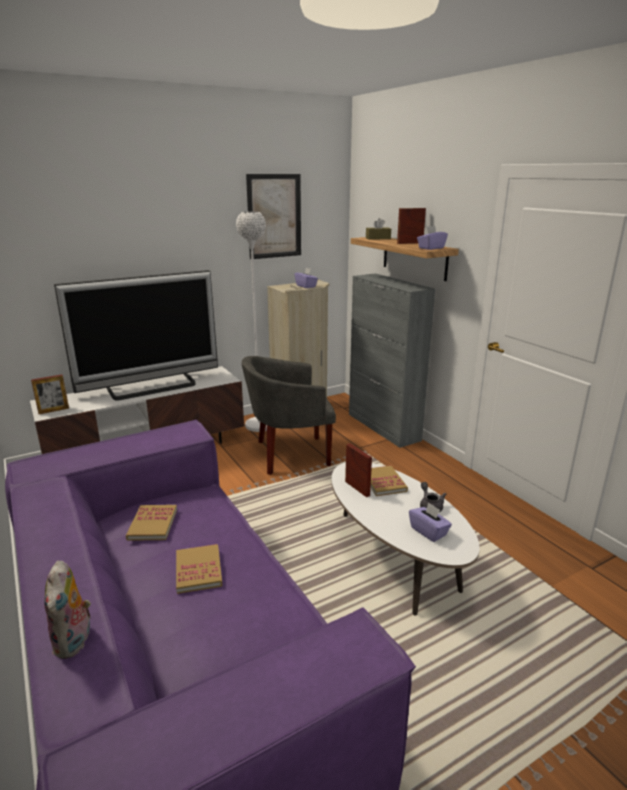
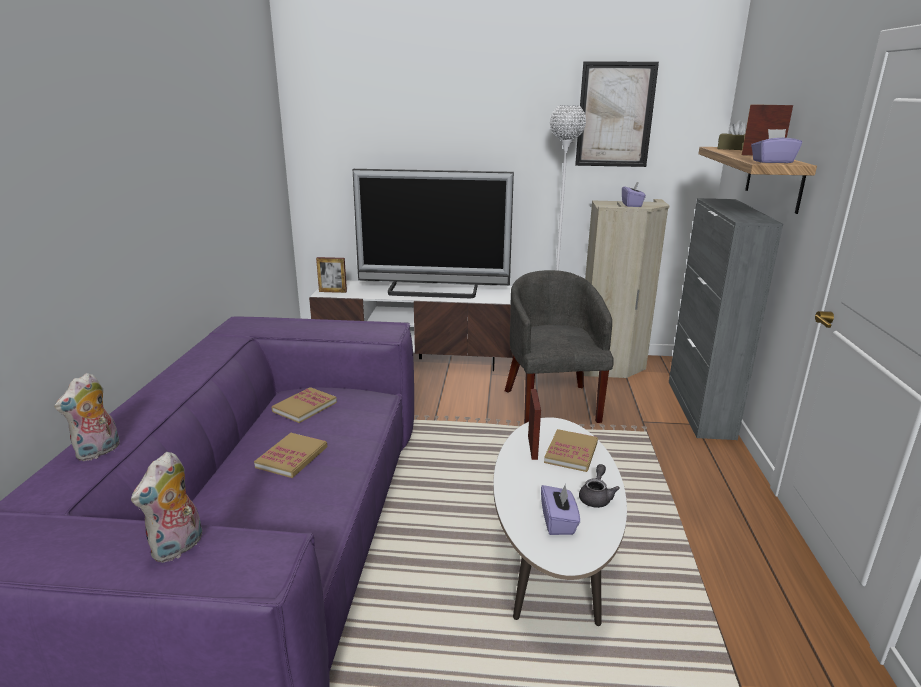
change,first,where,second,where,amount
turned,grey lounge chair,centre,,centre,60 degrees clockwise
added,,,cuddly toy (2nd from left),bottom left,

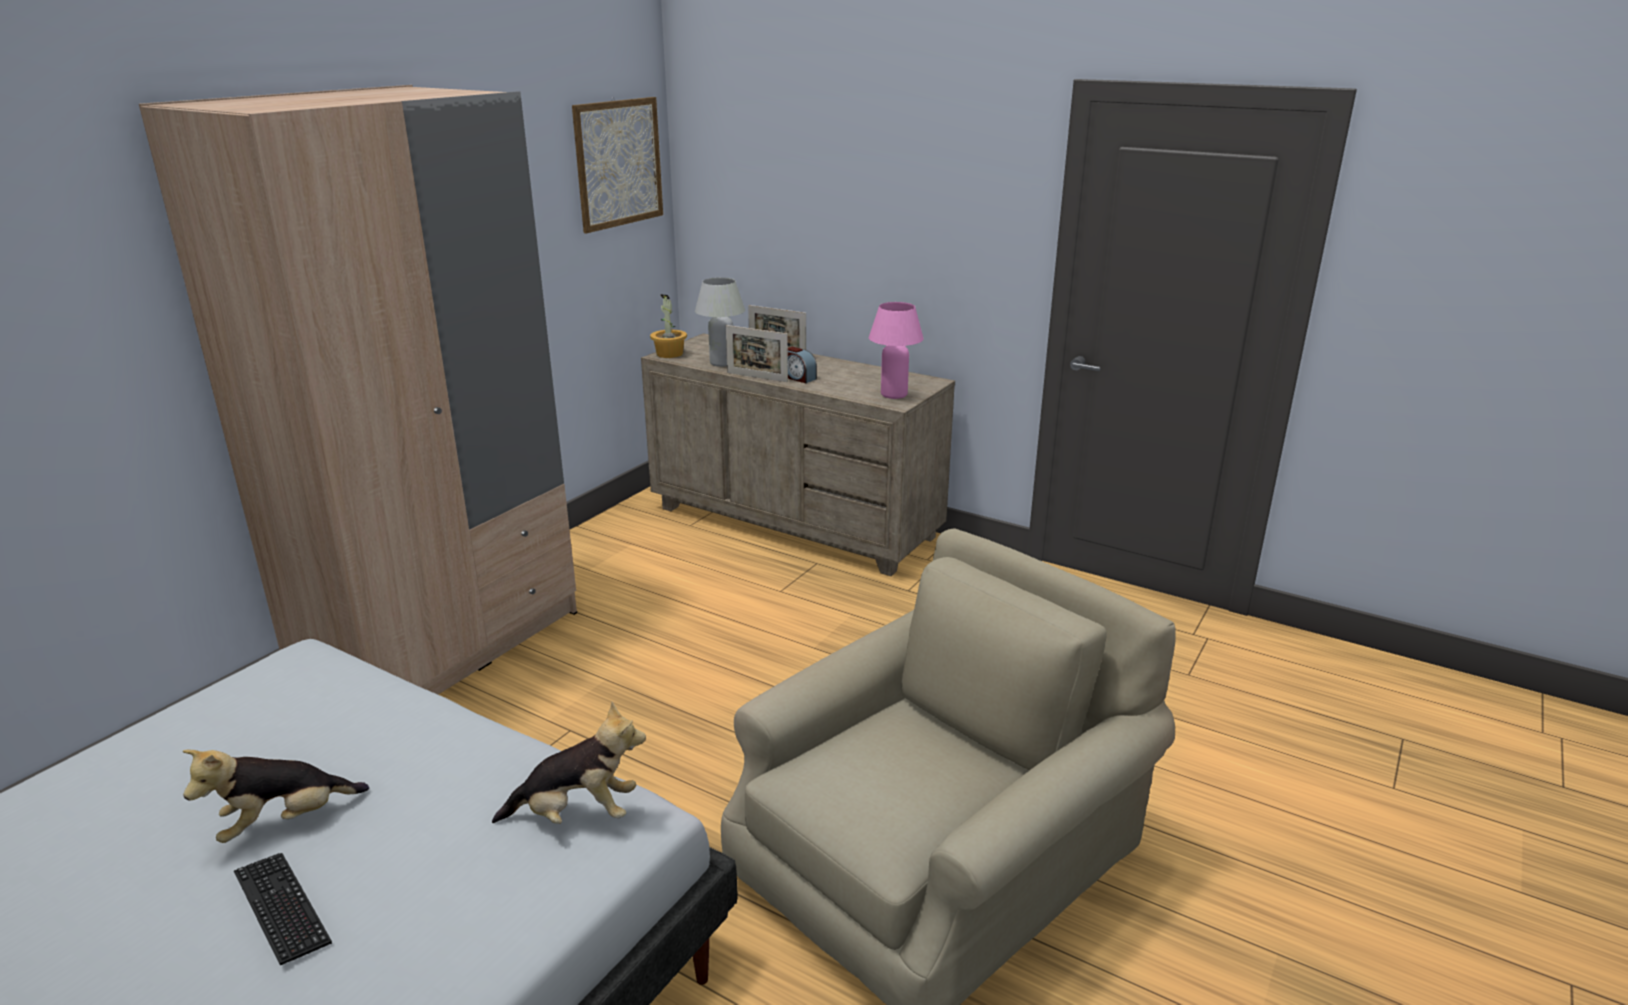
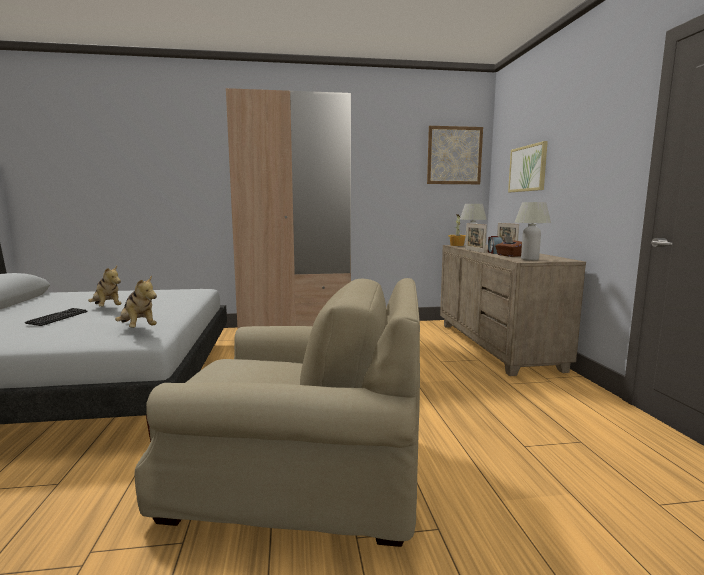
change,first,where,second,where,amount
recoloured,pinkish tabletop lamp,centre,white-coloured tabletop lamp (2nd from left),middle right,
turned,cuddly toy (1st from left),bottom left,,middle left,150 degrees counterclockwise
added,,,picture (2nd from left),top right,
added,,,brown tissue box,middle right,

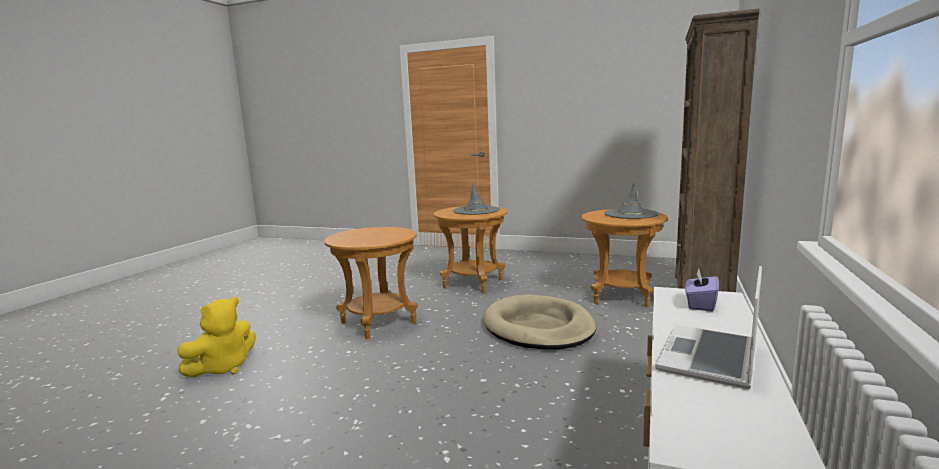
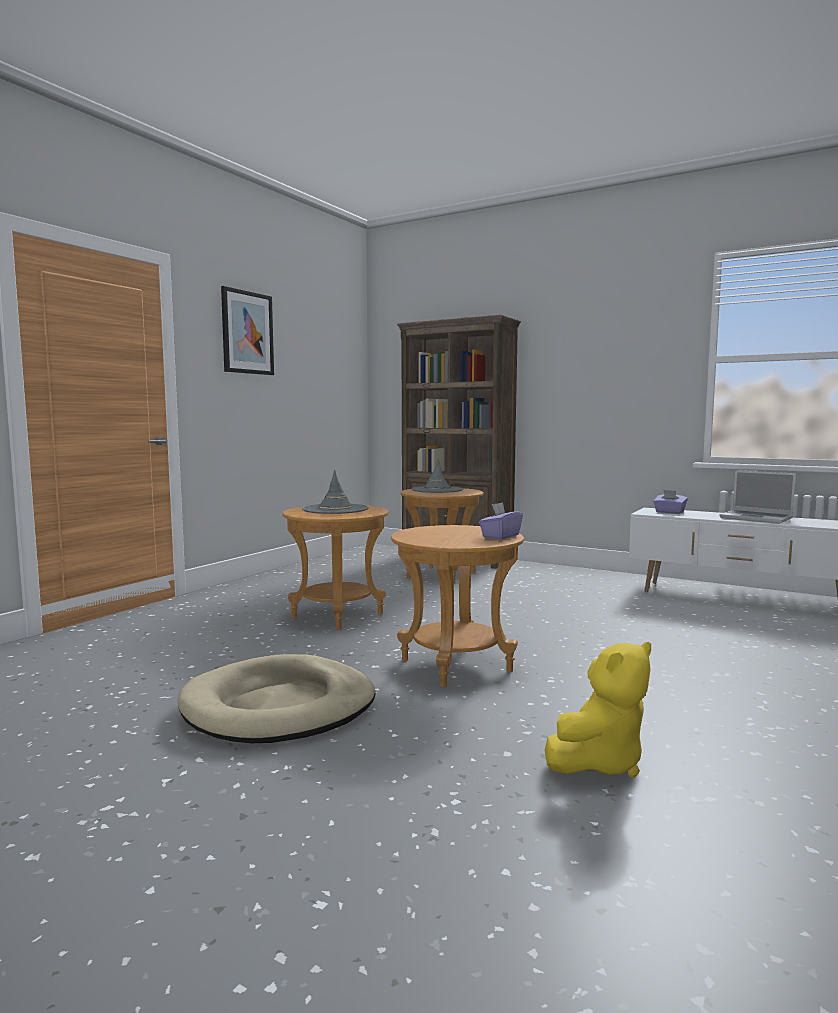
change,first,where,second,where,amount
moved,sand-coloured pet bed,bottom centre,,bottom left,
turned,yellow-coloured cuddly toy,bottom left,,bottom right,90 degrees clockwise
added,,,picture,top left,
added,,,purple tissue box (1st from left),centre,

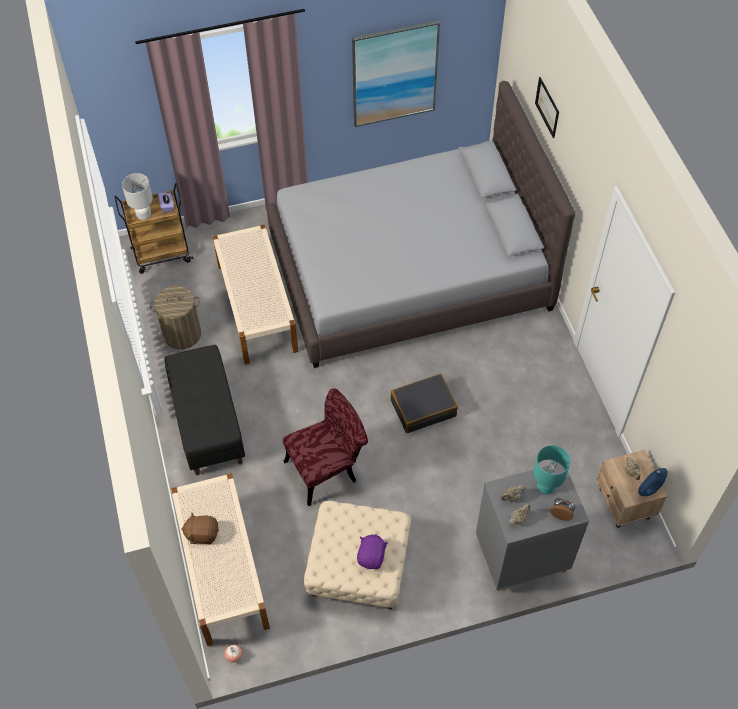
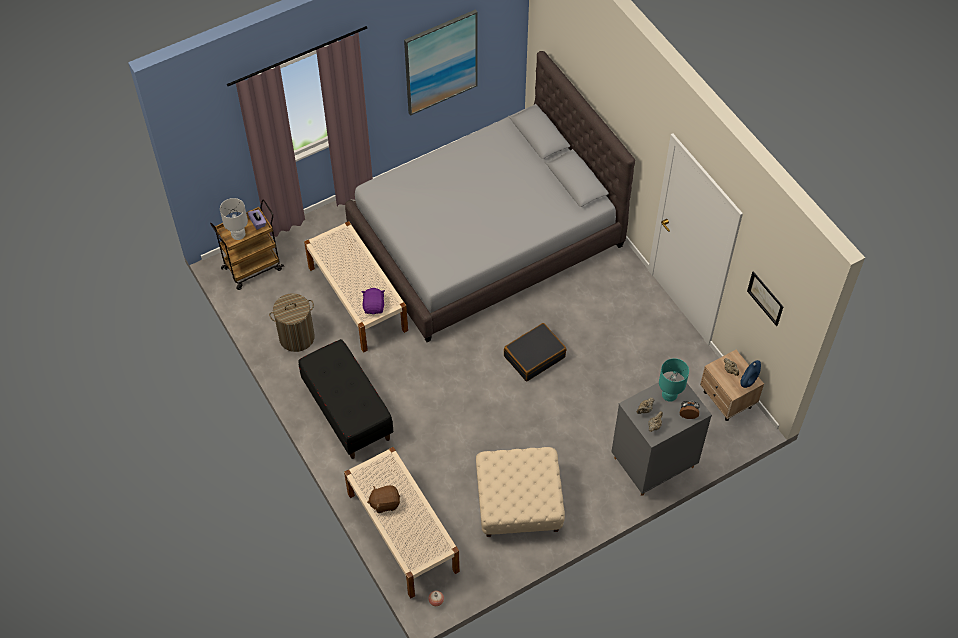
change,first,where,second,where,amount
moved,picture (2nd from left),top right,,middle right,
removed,red-coloured plain chair,centre,,,
moved,purple cuddly toy,bottom centre,,centre,

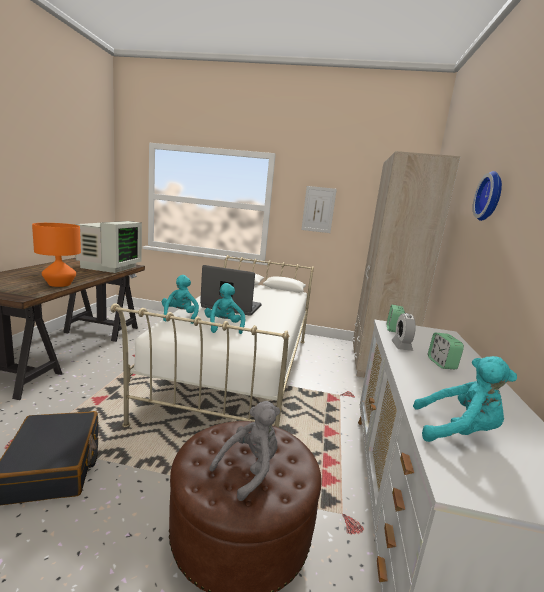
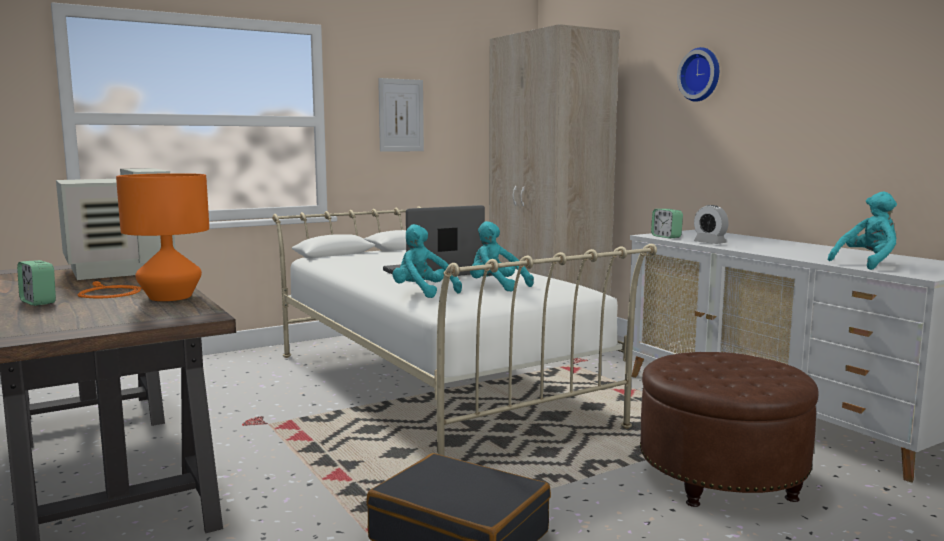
change,first,where,second,where,amount
moved,bedside clock (3rd from left in the first image),middle right,bedside clock (1st from left),middle left,
removed,grey cuddly toy,bottom centre,,,

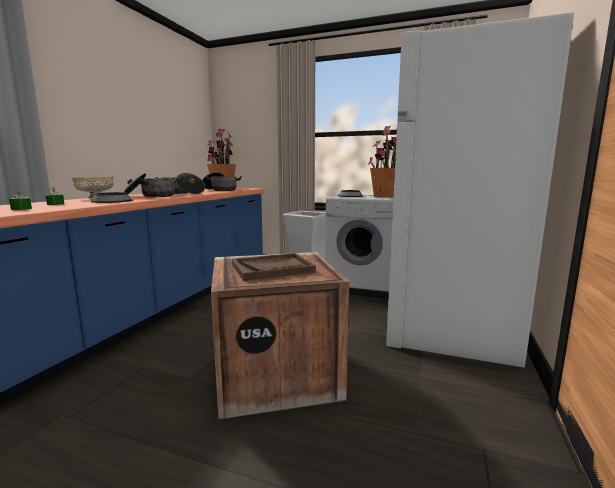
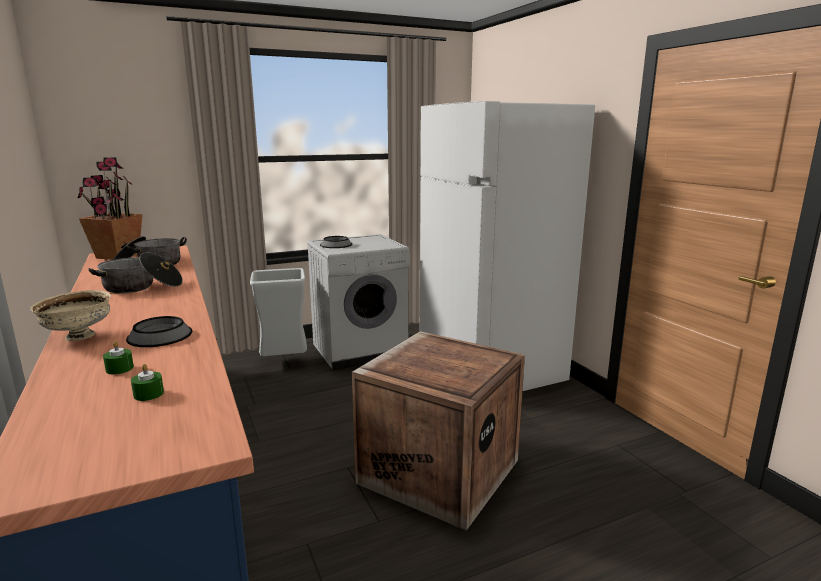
change,first,where,second,where,amount
removed,houseplant (2nd from left),top centre,,,
removed,stockpot (1st from left),middle left,,,
removed,brown carrying tray,centre,,,

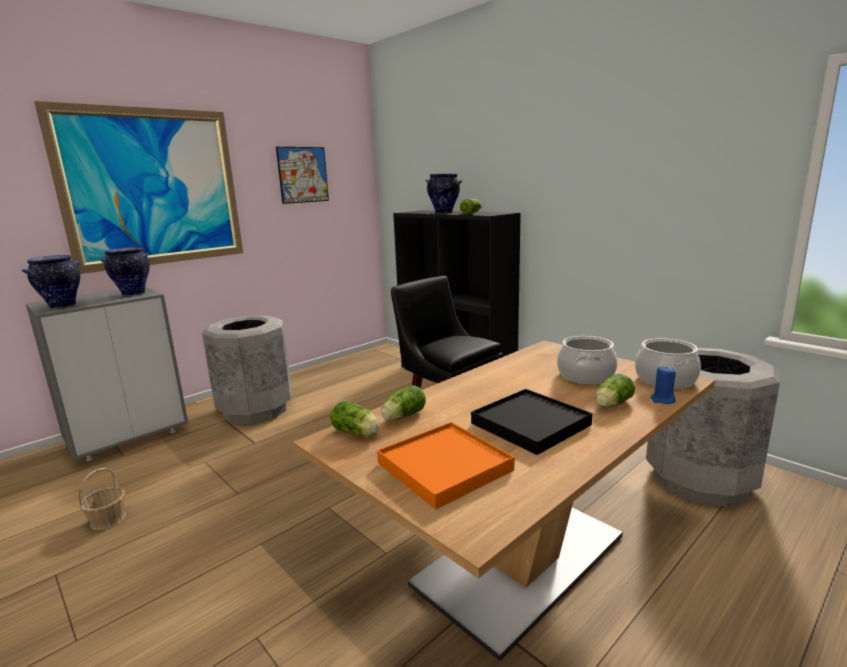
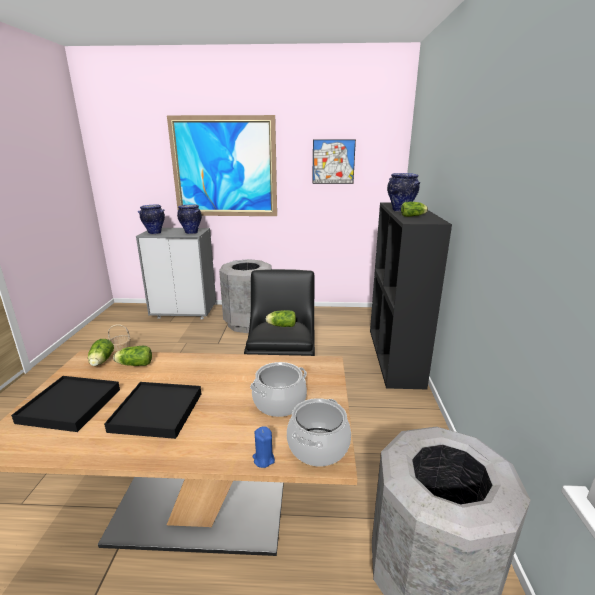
change,first,where,second,where,amount
moved,lettuce (4th from left in the first image),middle right,lettuce (3rd from left),centre,
recoloured,orange-coloured carrying tray,bottom centre,black-coloured carrying tray (1st from left),bottom left,

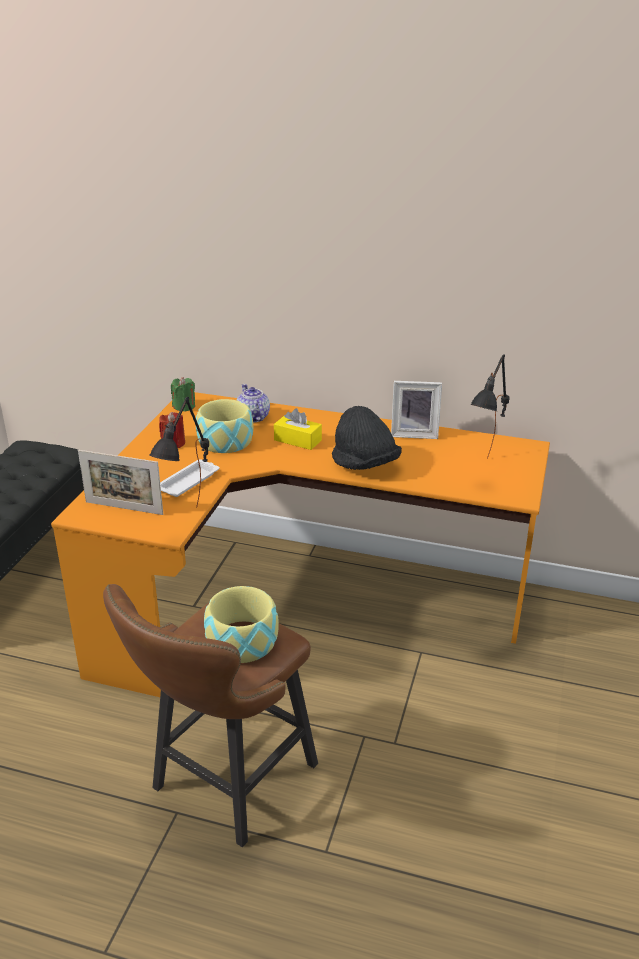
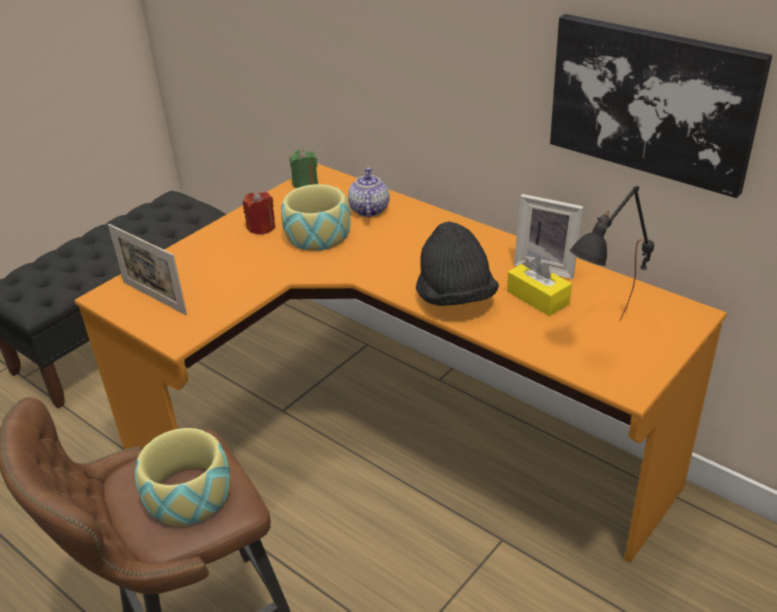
change,first,where,second,where,amount
removed,black-coloured tabletop lamp (1st from left),middle left,,,
moved,yellow-coloured tissue box,centre,,middle right,
removed,white-coloured carrying tray,middle left,,,
added,,,picture,top right,

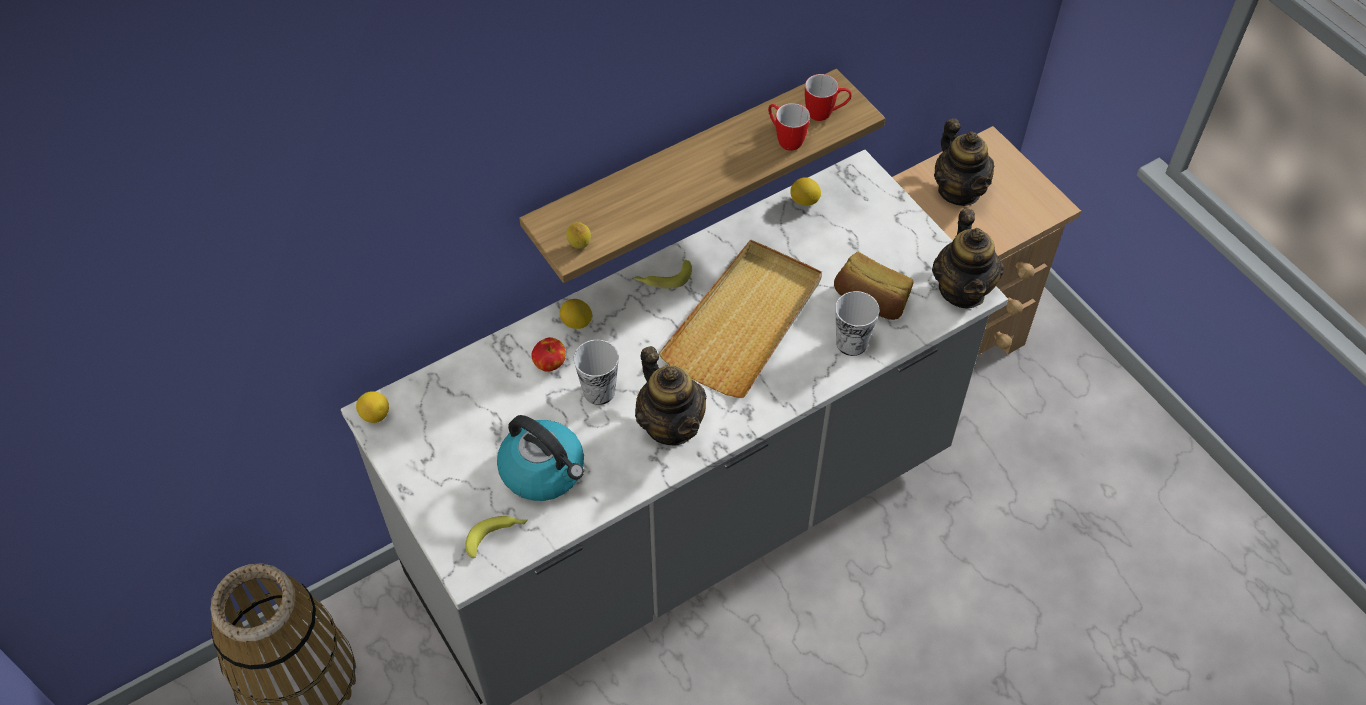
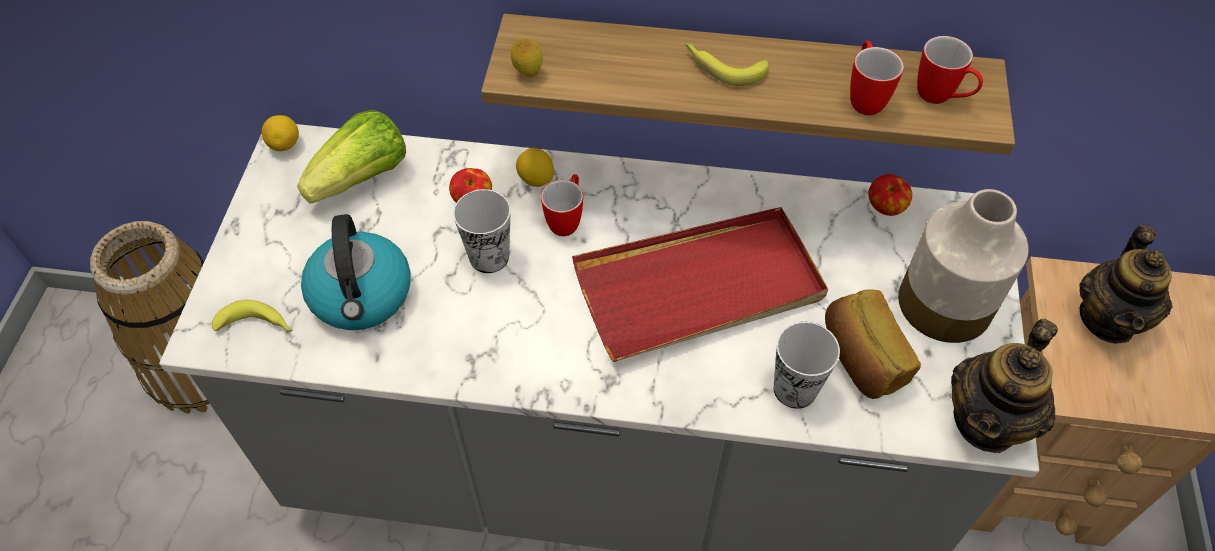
change,first,where,second,where,amount
replaced,lemon (4th from left),top centre,apple (2nd from left),middle right,
recoloured,sand-coloured carrying tray,centre,red-coloured carrying tray,centre,
moved,whole banana (2nd from left),centre,,top centre,
removed,teapot (1st from left),centre,,,
added,,,lettuce,top left,
added,,,mug (1st from left),centre,
added,,,sand-coloured vase,middle right,

